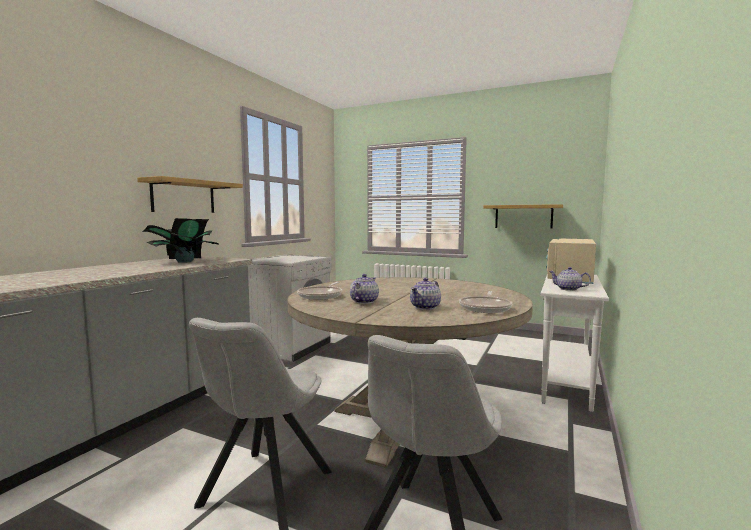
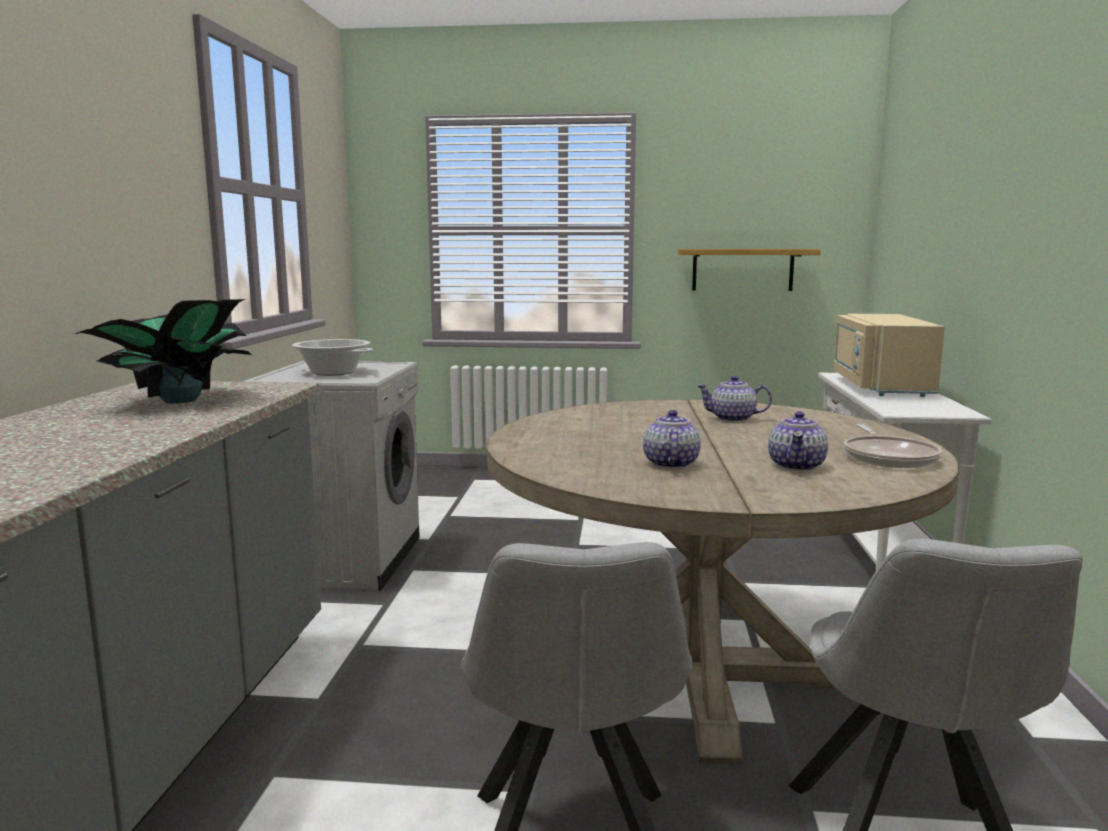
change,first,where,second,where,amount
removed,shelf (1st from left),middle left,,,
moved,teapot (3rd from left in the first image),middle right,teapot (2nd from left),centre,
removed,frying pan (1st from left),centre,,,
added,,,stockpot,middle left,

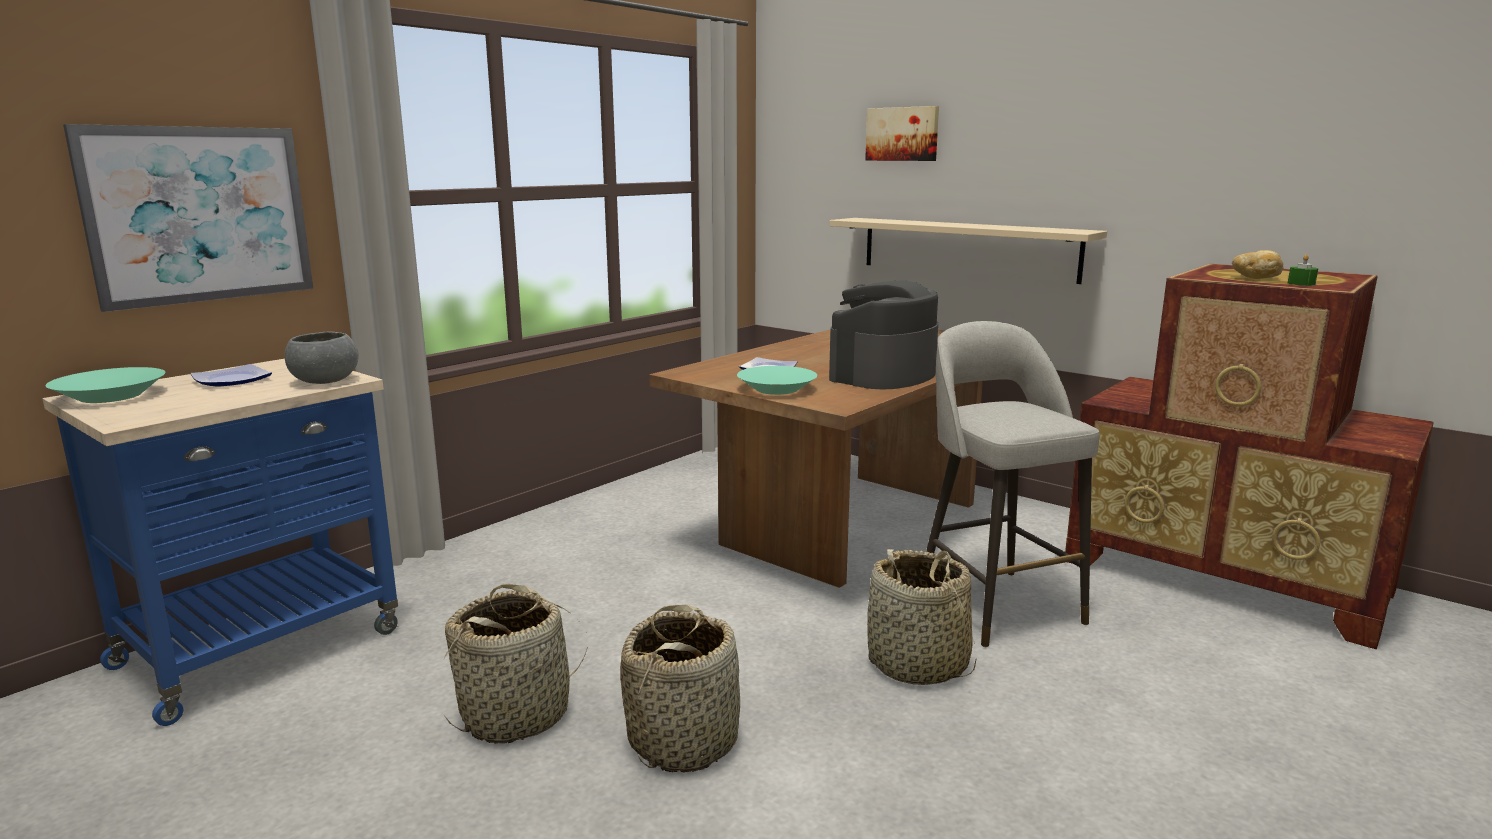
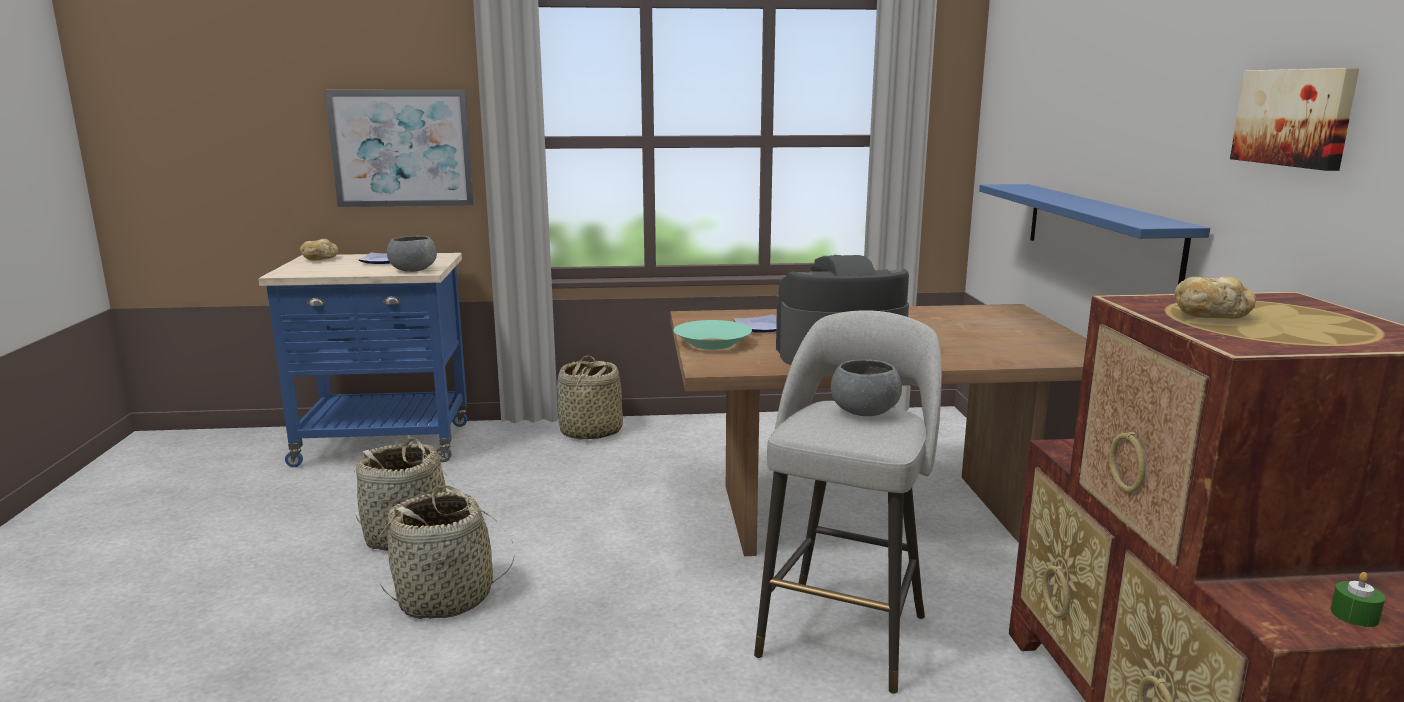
change,first,where,second,where,amount
moved,picture (2nd from left),top centre,,top right,
recoloured,sand-coloured shelf,top centre,blue-coloured shelf,middle right,
moved,green-coloured candle,top right,,bottom right,
replaced,blue-green deep dish (1st from left),middle left,bakery bread (1st from left),middle left,
moved,basket (3rd from left),bottom centre,,centre,
added,,,grey deep dish (2nd from left),centre,

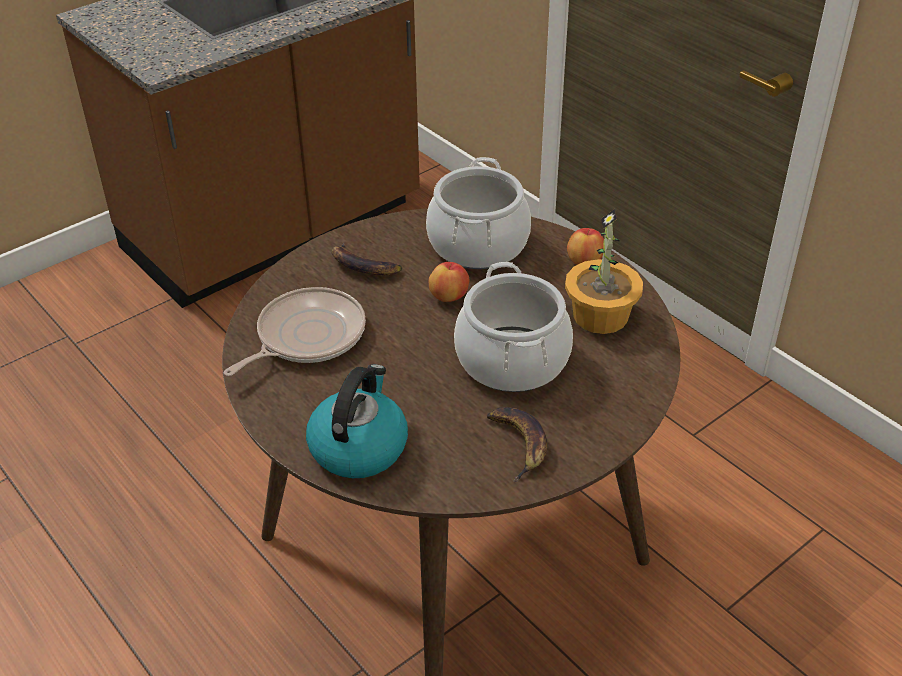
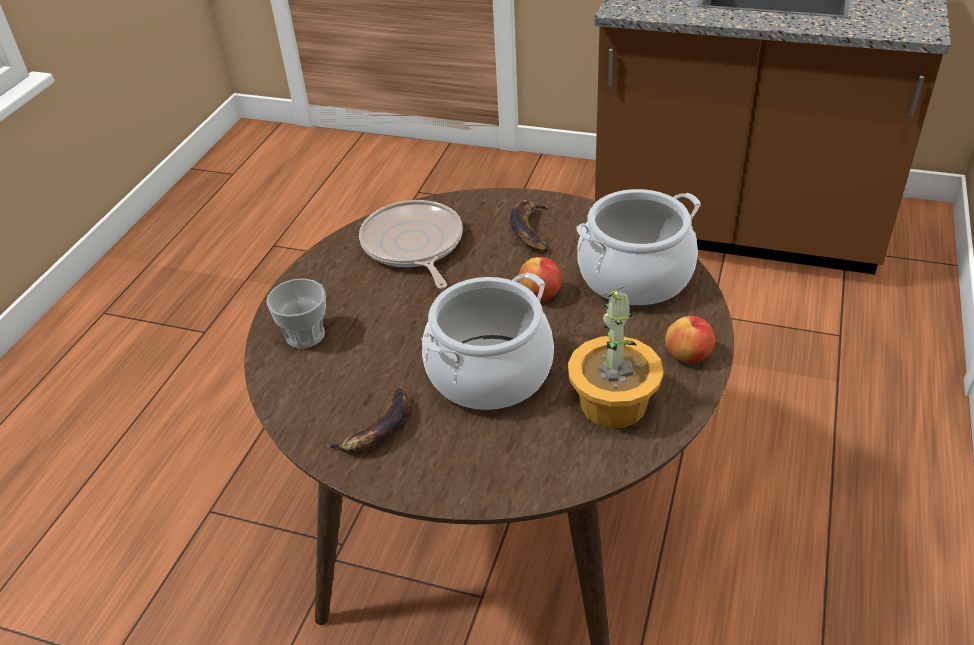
change,first,where,second,where,amount
turned,frying pan,middle left,,centre,120 degrees counterclockwise
replaced,water kettle,centre,drinking cup,middle left,

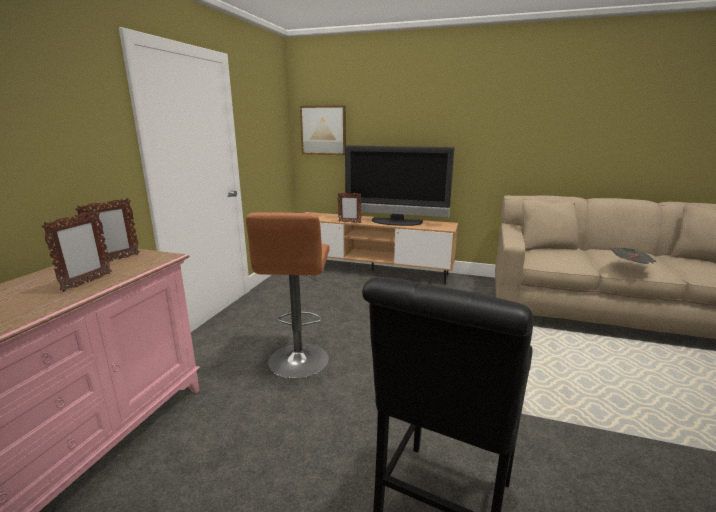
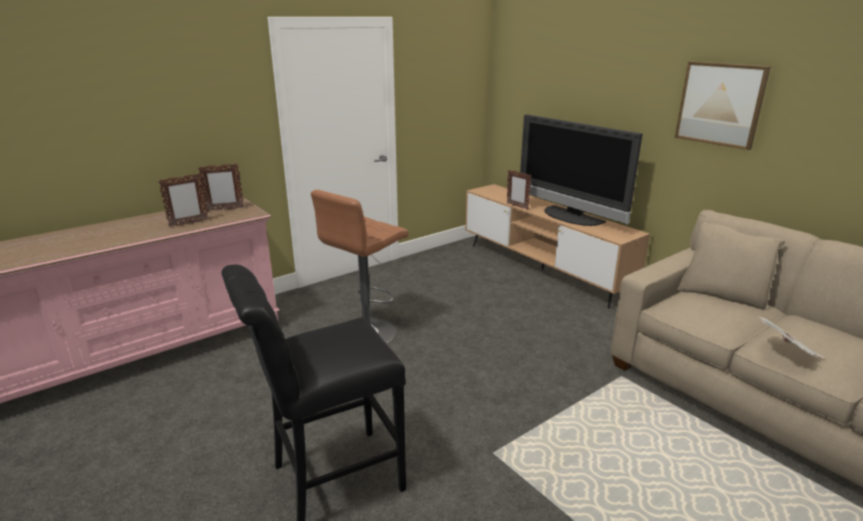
change,first,where,second,where,amount
moved,picture,top centre,,top right,

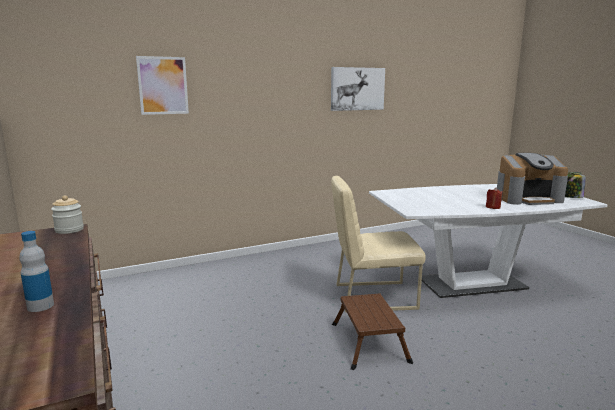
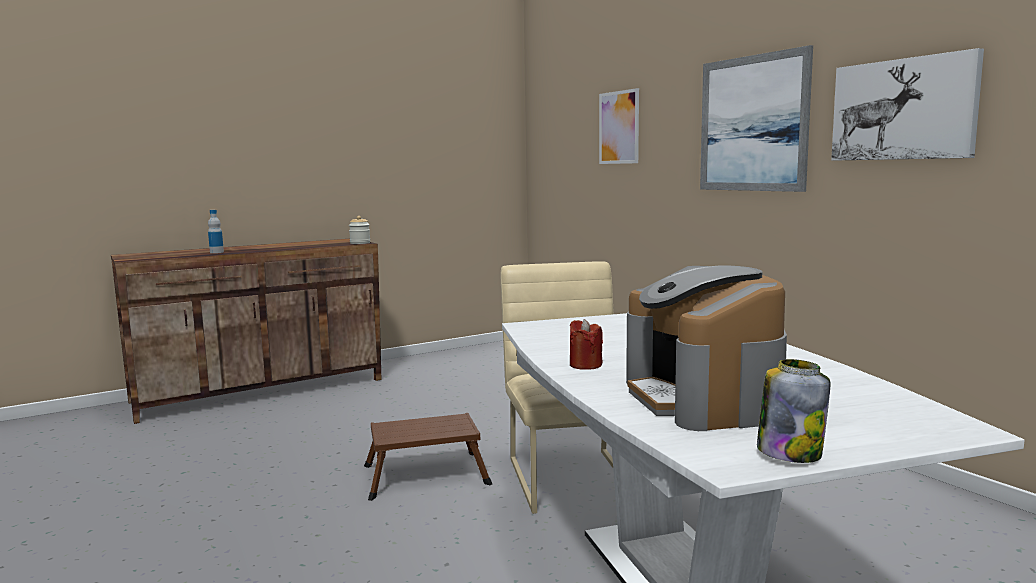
change,first,where,second,where,amount
added,,,picture (2nd from left),top right,

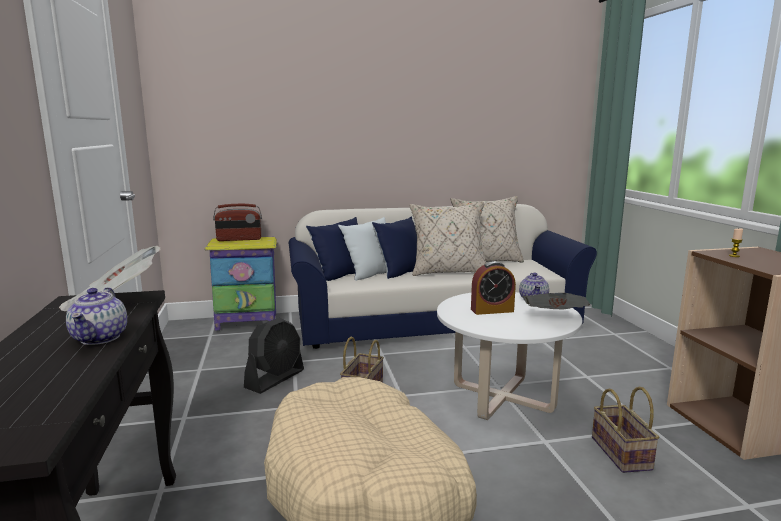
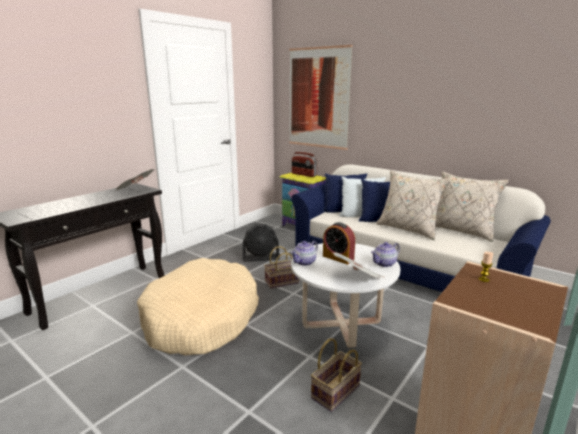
change,first,where,second,where,amount
moved,teapot (1st from left),middle left,,centre,
added,,,picture,top centre,

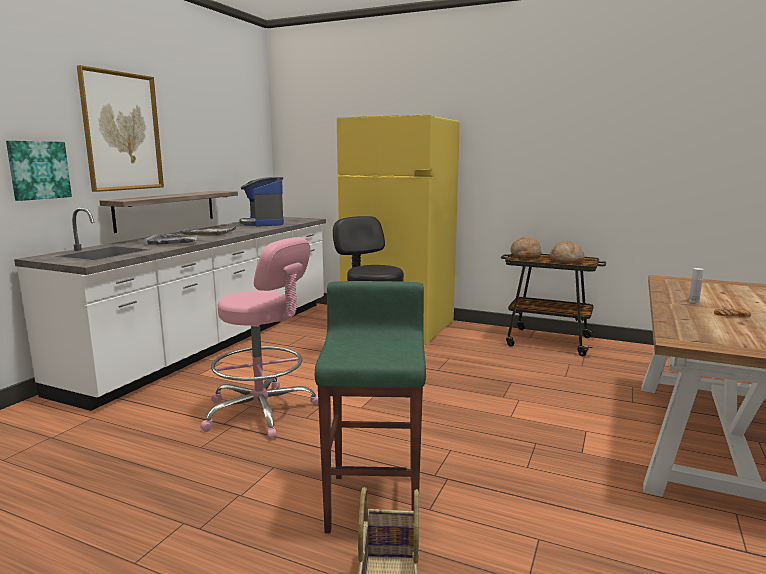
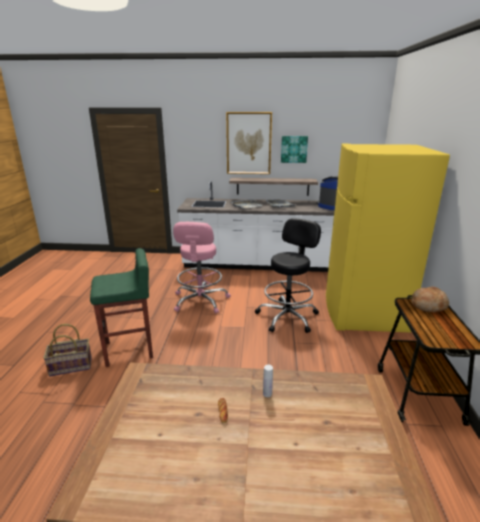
change,first,where,second,where,amount
moved,picture (1st from left in the first image),top left,picture (2nd from left),top centre,
removed,bakery bread (2nd from left),middle right,,,

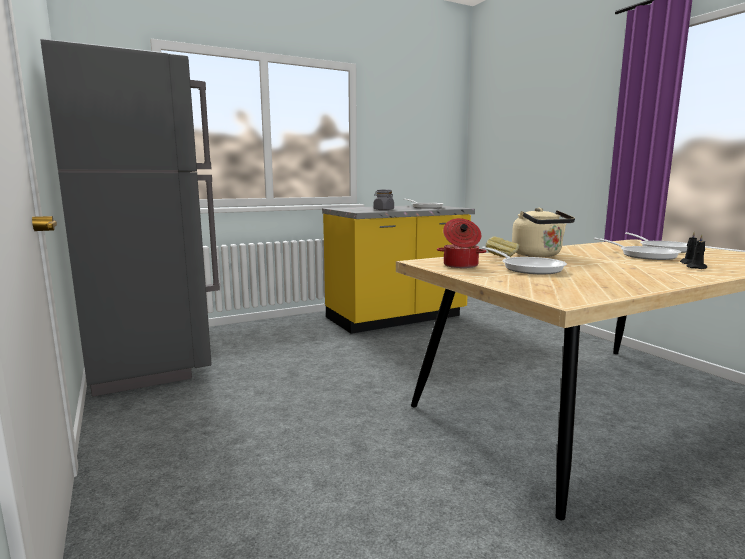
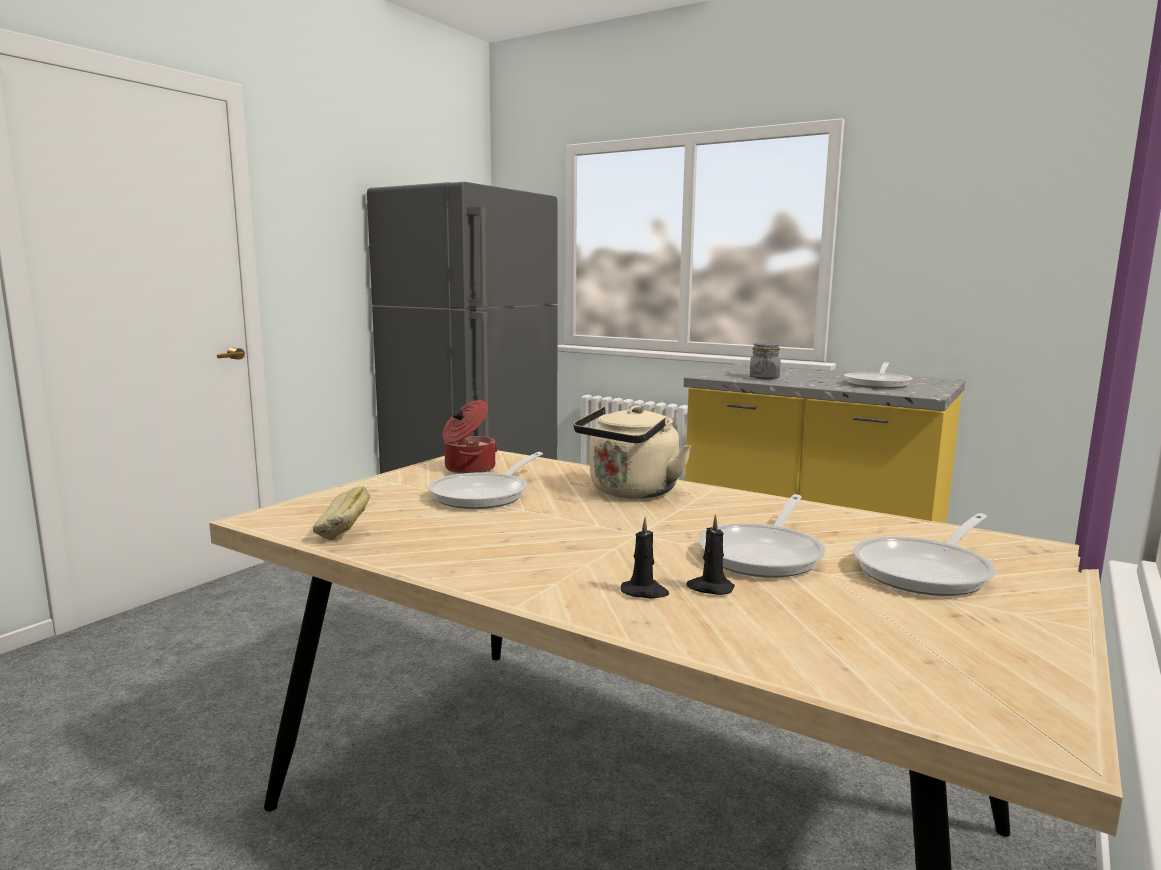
change,first,where,second,where,amount
moved,bakery bread,middle right,,middle left,

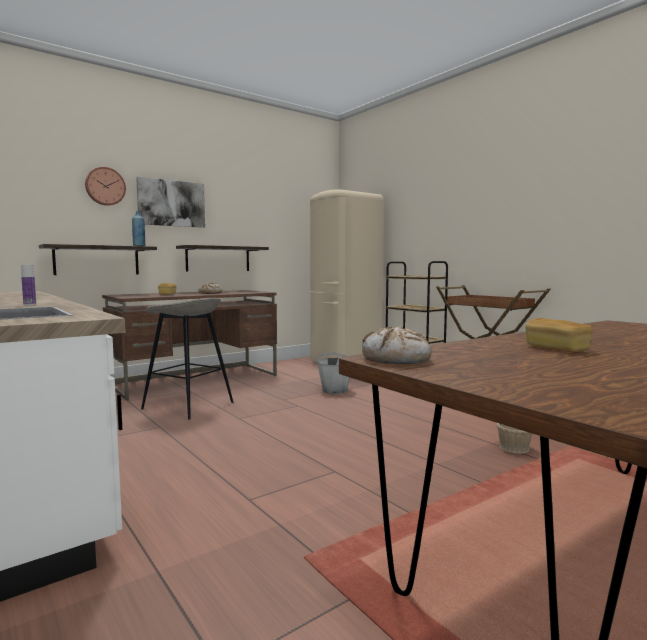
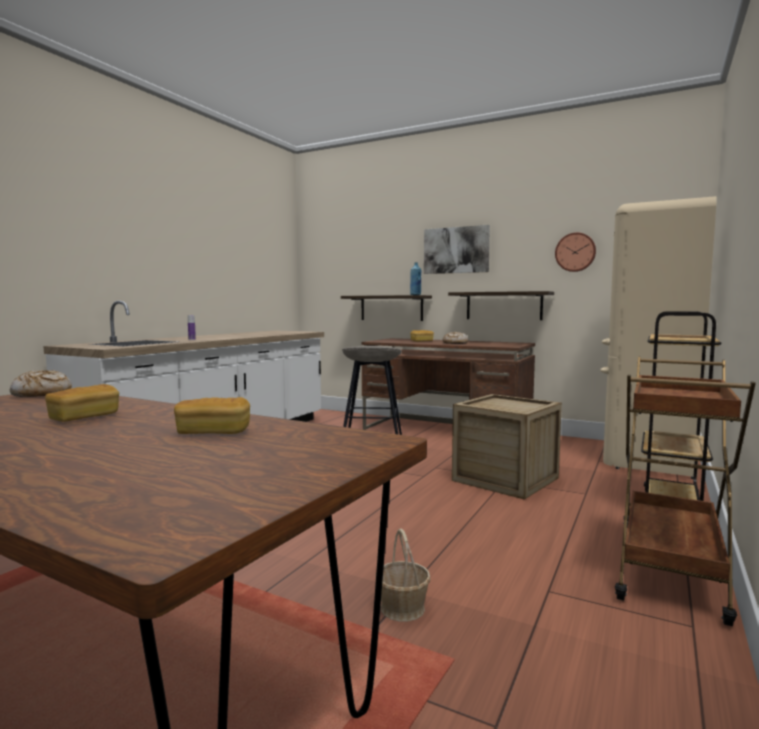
change,first,where,second,where,amount
moved,hanging clock,top left,,middle right,
replaced,grey water bucket,centre,shipping crate,middle right,
added,,,bakery bread (3rd from left),middle left,

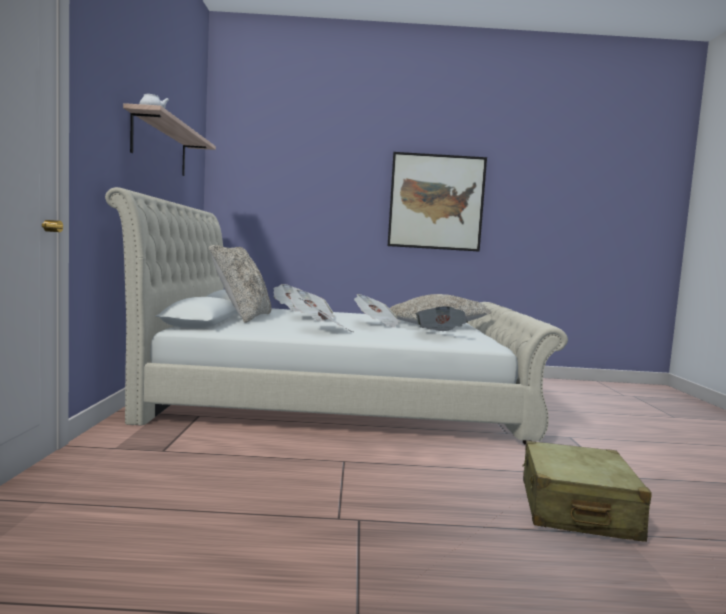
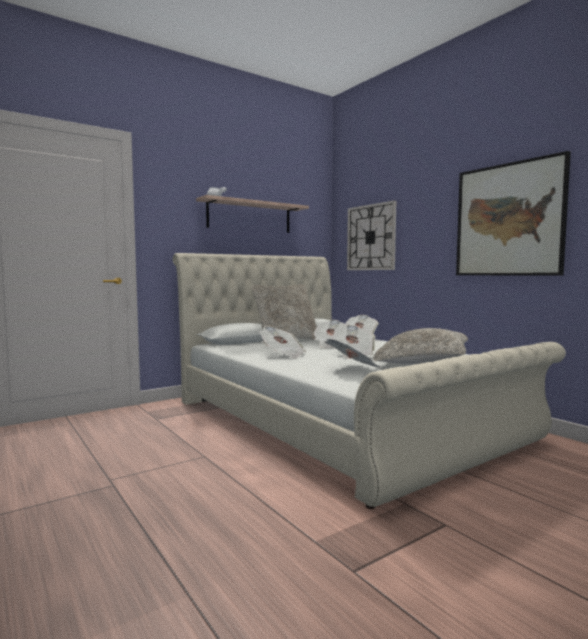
change,first,where,second,where,amount
removed,sand-coloured suitcase,bottom right,,,
added,,,hanging clock,centre,

